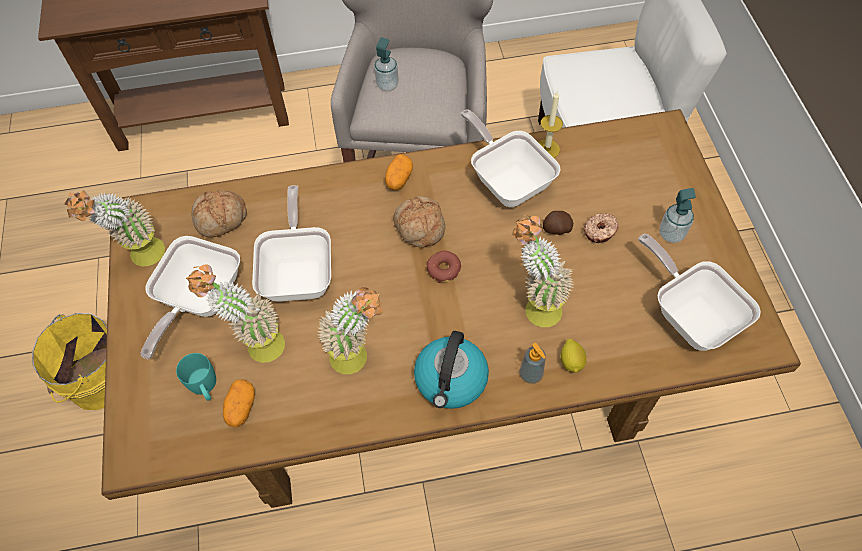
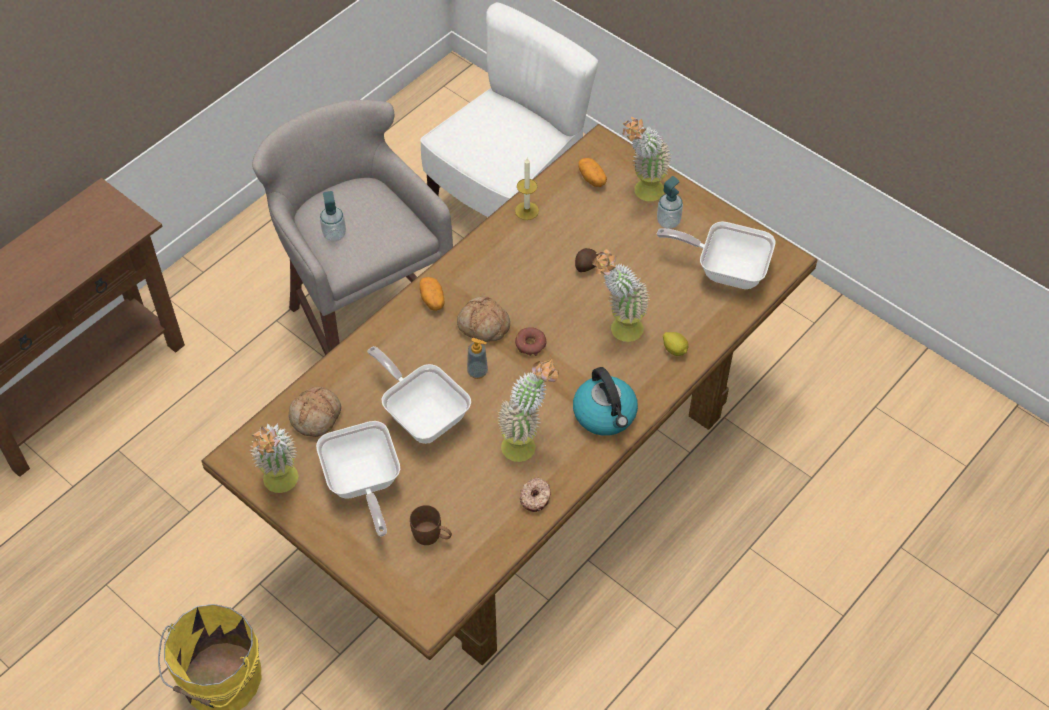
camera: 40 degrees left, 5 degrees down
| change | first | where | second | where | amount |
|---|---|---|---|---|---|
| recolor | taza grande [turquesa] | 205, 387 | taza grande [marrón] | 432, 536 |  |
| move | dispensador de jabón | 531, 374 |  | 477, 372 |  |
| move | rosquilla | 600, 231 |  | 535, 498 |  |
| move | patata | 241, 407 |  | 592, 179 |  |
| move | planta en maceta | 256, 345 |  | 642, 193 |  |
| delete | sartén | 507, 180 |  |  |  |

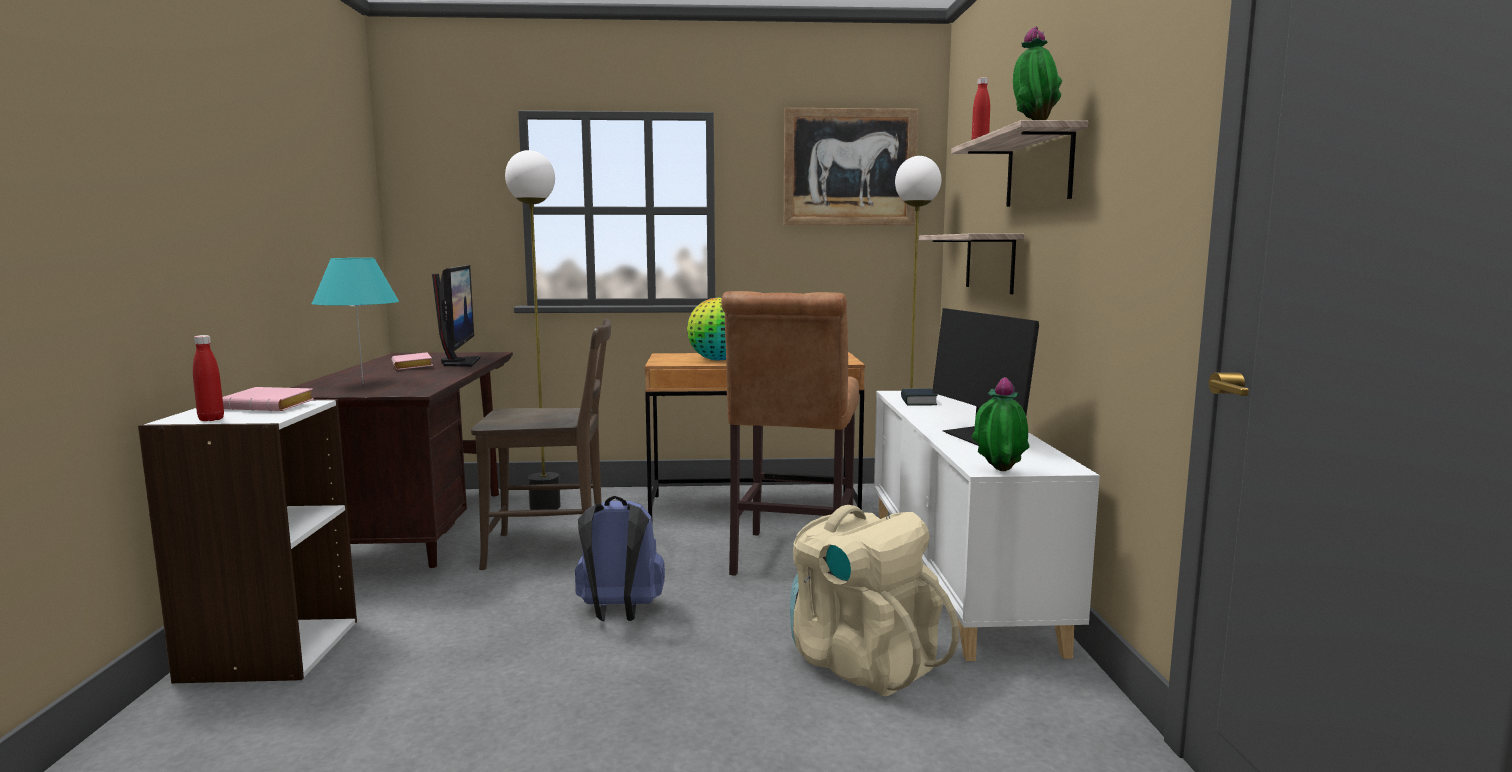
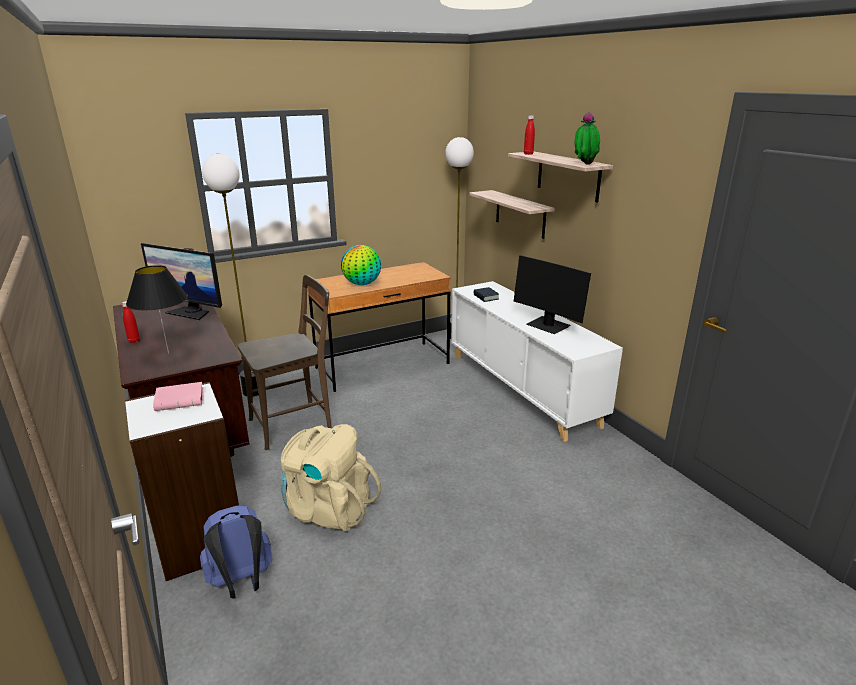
camera: 25 degrees left, 15 degrees up
| change | first | where | second | where | amount |
|---|---|---|---|---|---|
| move | botella [rojo] | 211, 419 |  | 134, 341 |  |
| recolor | lámpara de mesa [turquesa] | 362, 384 | lámpara de mesa [negro] | 168, 353 |  |
| rotate | monitor | 459, 362 |  | 190, 312 | 150 degrees clockwise |
| move | mochila [azul] | 619, 613 |  | 241, 582 |  |
| move | mochila [beis] | 861, 662 |  | 328, 509 |  |
| delete | libro [rosa] | 414, 366 |  |  |  |
| delete | taburete [marrón] | 791, 560 |  |  |  |
| delete | cuadro | 849, 167 |  |  |  |
| delete | planta en maceta | 998, 472 |  |  |  |

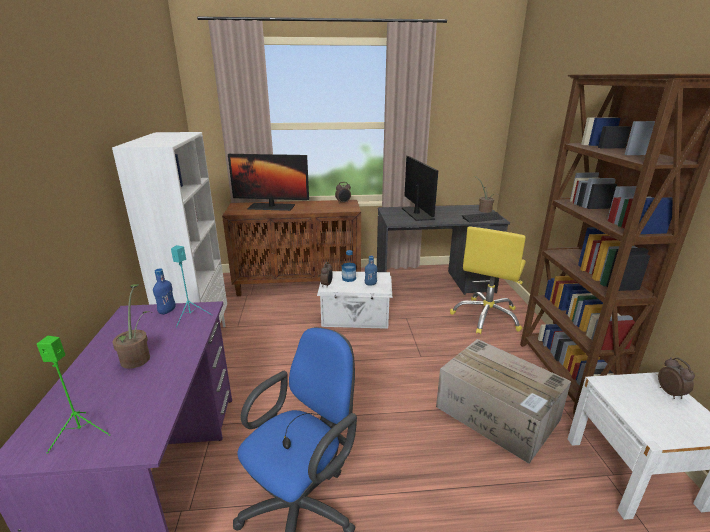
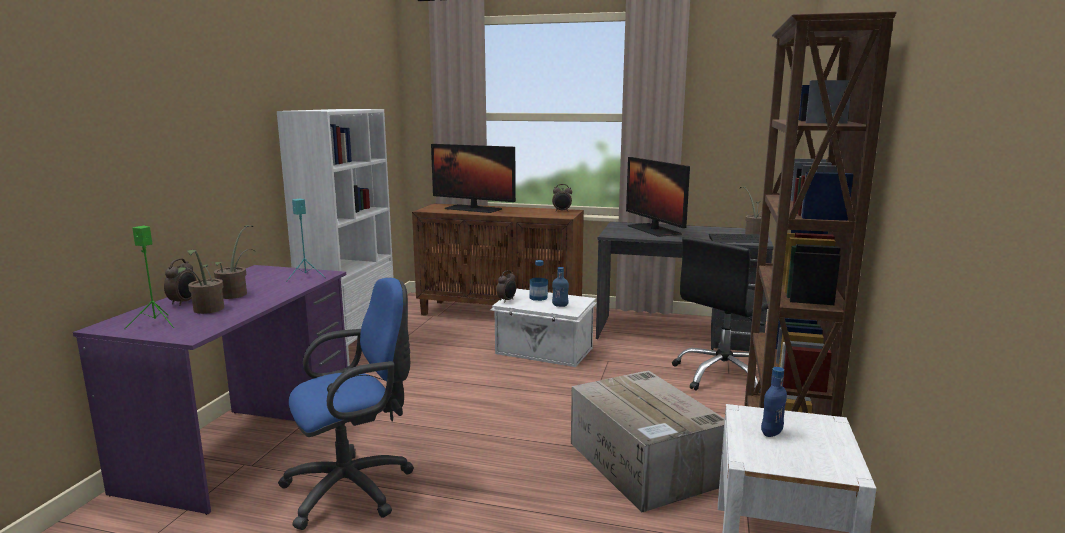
camera: 20 degrees right, 10 degrees down
| change | first | where | second | where | amount |
|---|---|---|---|---|---|
| move | despertador | 670, 393 |  | 184, 302 |  |
| insert |  |  | planta en maceta | 206, 310 |  |
| rotate | monitor | 417, 213 |  | 653, 230 | 150 degrees clockwise |
| recolor | silla de oficina [amarillo] | 486, 317 | silla de oficina [negro] | 723, 375 |  |
| move | botella [azul] | 167, 311 |  | 771, 433 |  |

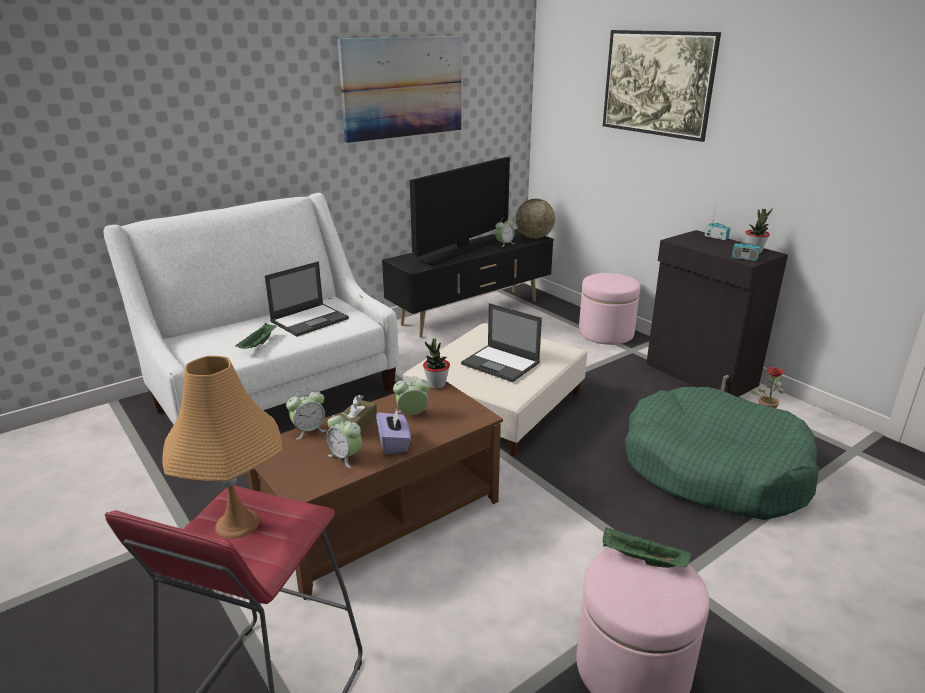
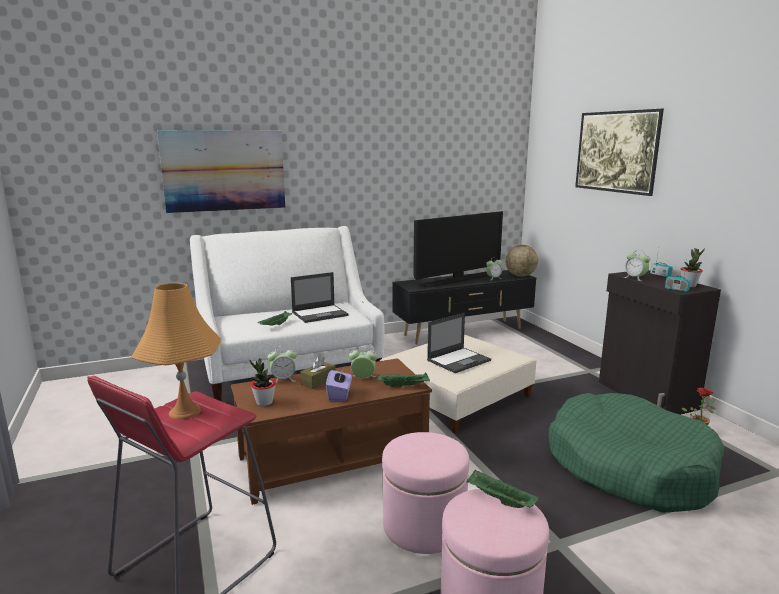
camera: 15 degrees right, 10 degrees down
| change | first | where | second | where | amount |
|---|---|---|---|---|---|
| move | cuadro | 402, 87 |  | 224, 170 |  |
| move | planta en maceta | 436, 385 |  | 264, 402 |  |
| insert |  |  | bandeja [verde] | 404, 386 |  |
| move | puf [rosa] | 606, 333 |  | 424, 525 |  |
| rotate | portátil | 501, 364 |  | 459, 360 | 90 degrees counterclockwise |
| move | despertador | 345, 457 |  | 635, 278 |  |

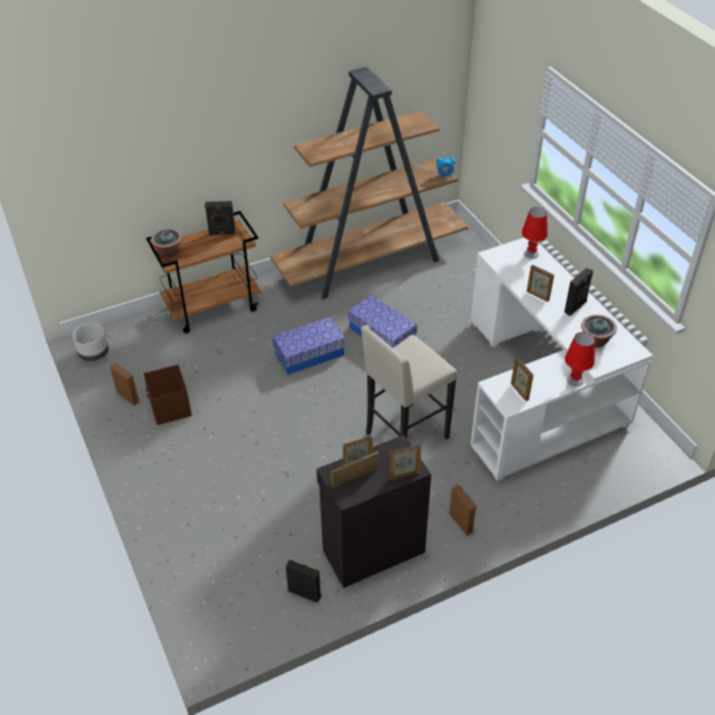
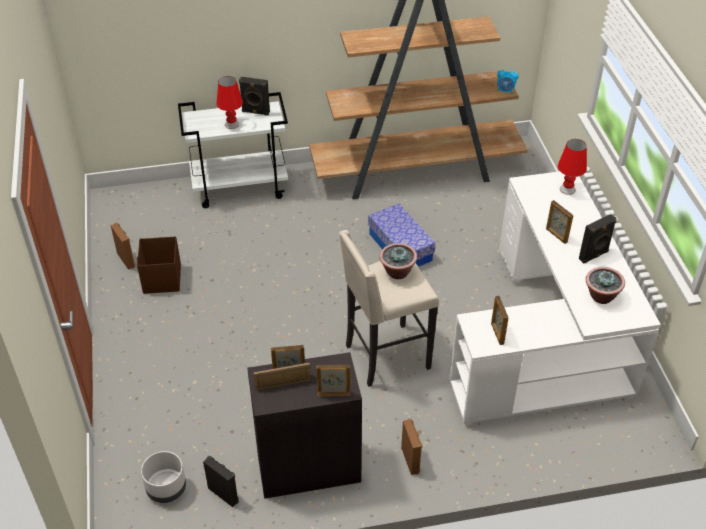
camera: 15 degrees right, 0 degrees up
| change | first | where | second | where | amount |
|---|---|---|---|---|---|
| move | maceta [gris] | 93, 354 |  | 166, 489 |  |
| recolor | carrito [marrón] | 213, 307 | carrito [blanco] | 240, 187 |  |
| move | lámpara de mesa [rojo] | 575, 380 |  | 232, 124 |  |
| move | planta en maceta | 168, 252 |  | 397, 272 |  |
| delete | caja de almacenaje | 309, 354 |  |  |  |

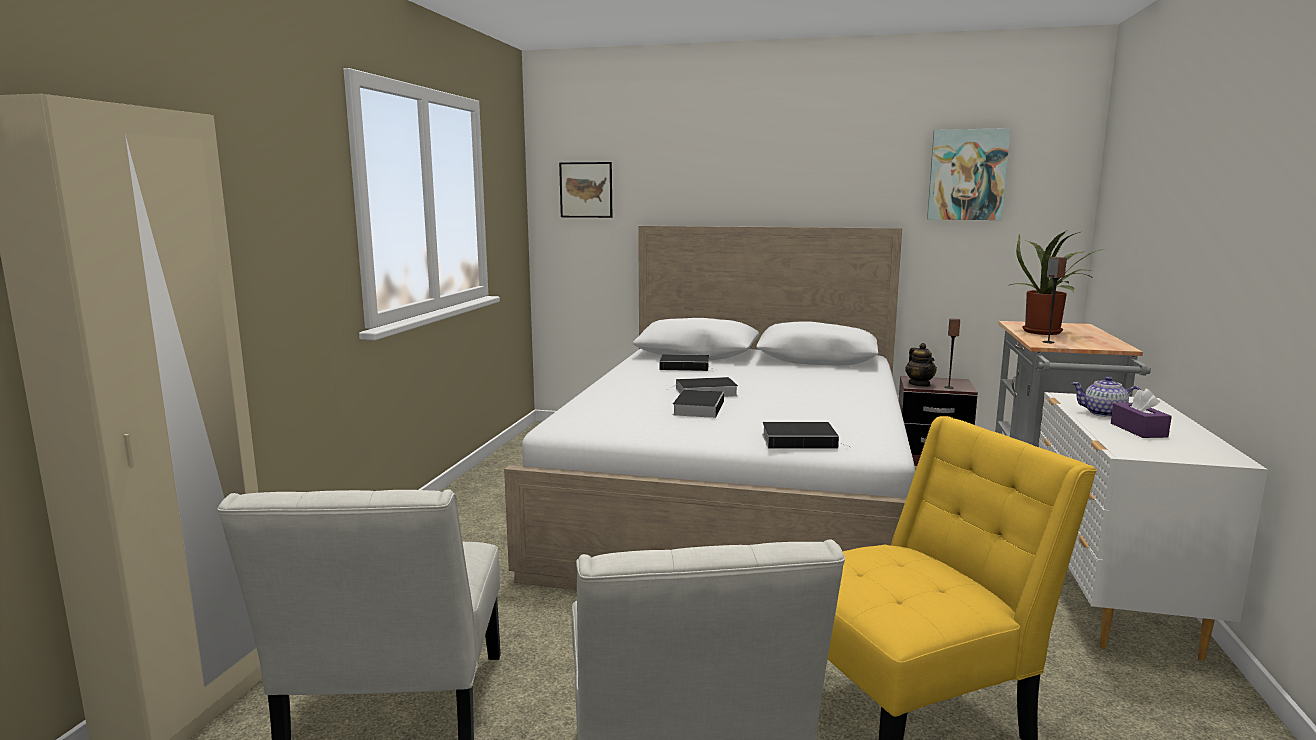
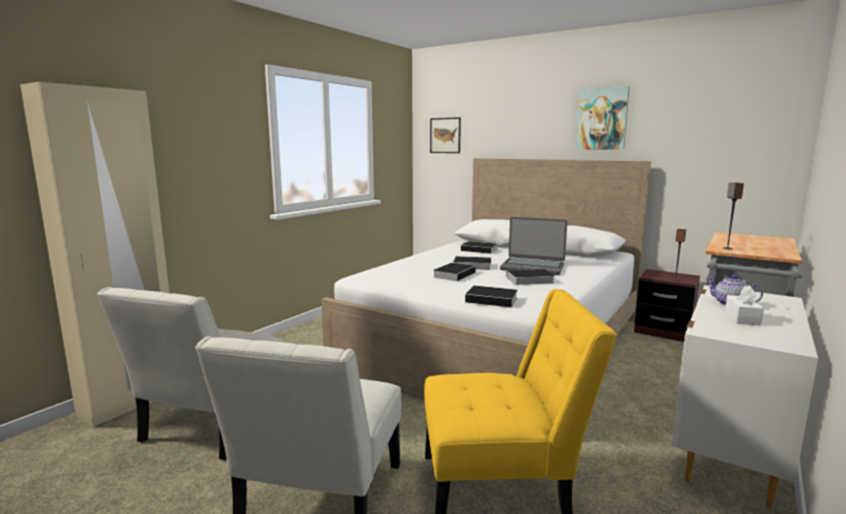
camera: 20 degrees right, 0 degrees up
| change | first | where | second | where | amount |
|---|---|---|---|---|---|
| insert |  |  | portátil | 532, 267 |  |
| insert |  |  | libro | 528, 280 |  |
| move | cuadro | 967, 175 |  | 601, 119 |  |
| recolor | caja de pañuelos [morado] | 1138, 430 | caja de pañuelos [blanco] | 742, 318 |  |
| delete | tetera | 919, 384 |  |  |  |
| delete | planta en maceta | 1046, 332 |  |  |  |

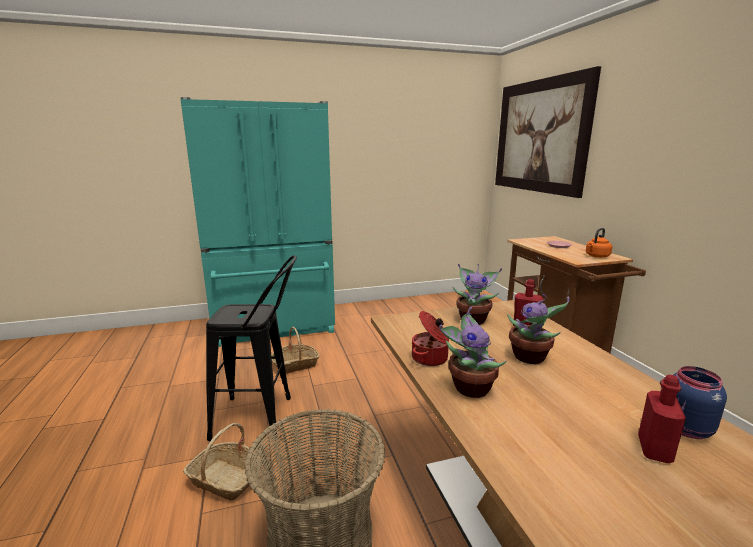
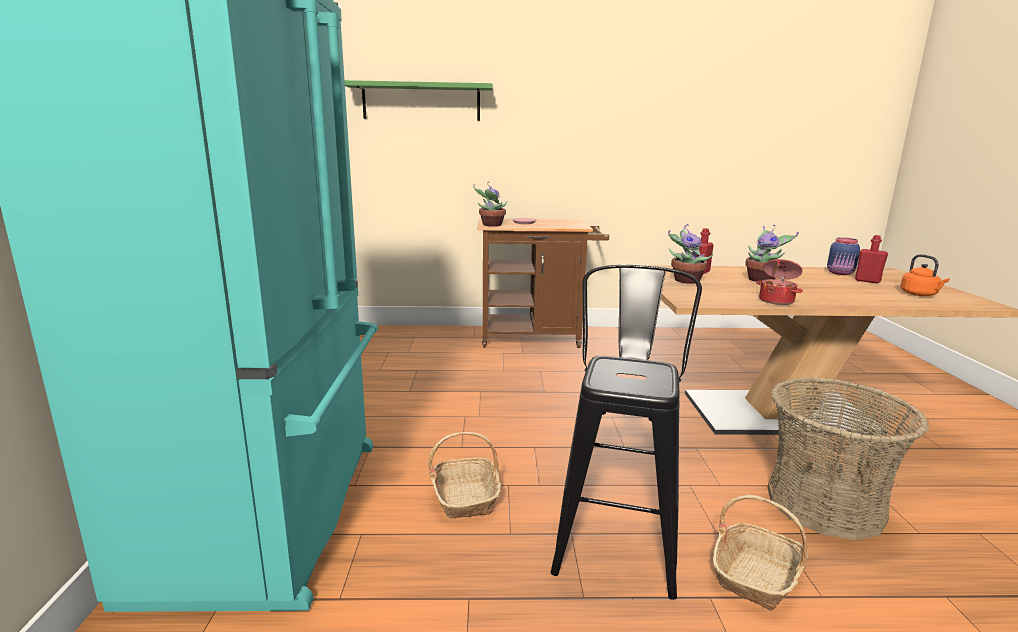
camera: 75 degrees left, 0 degrees up
| change | first | where | second | where | amount |
|---|---|---|---|---|---|
| replace | cuadro | 539, 136 | estante [verde] | 421, 102 |  |
| move | planta en maceta | 469, 387 |  | 491, 225 |  |
| move | hervidor [naranja] | 596, 256 |  | 920, 294 |  |

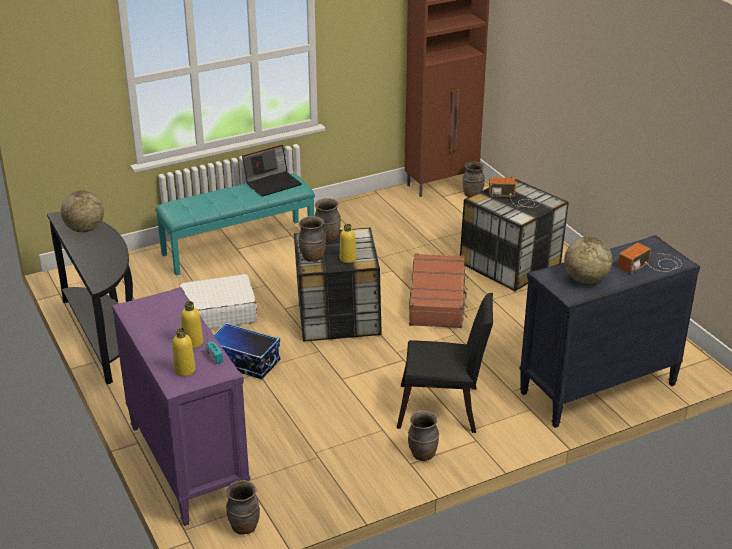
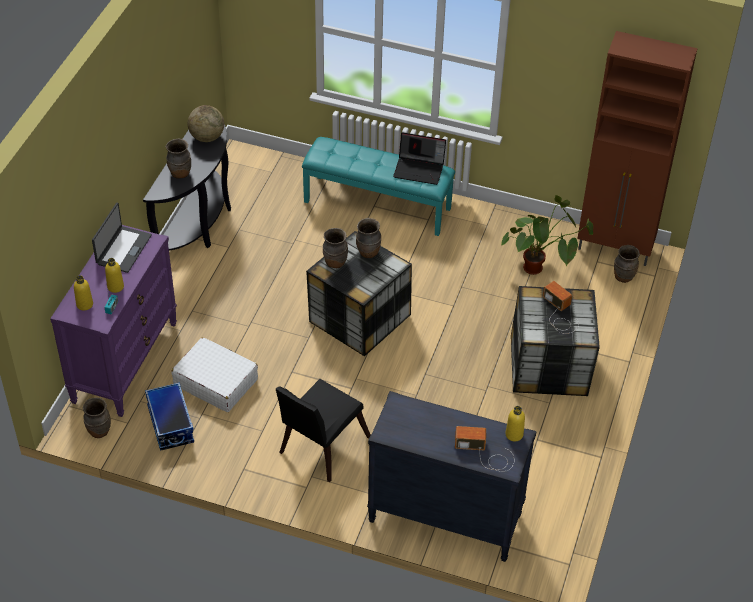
camera: 45 degrees right, 15 degrees up
| change | first | where | second | where | amount |
|---|---|---|---|---|---|
| insert |  |  | portátil | 123, 249 |  |
| move | caja de almacenaje | 243, 362 |  | 170, 424 |  |
| move | florero [marrón] | 422, 455 |  | 180, 173 |  |
| move | maleta [blanco] | 218, 313 |  | 215, 382 |  |
| rotate | silla [negro] | 444, 410 |  | 320, 448 | 75 degrees clockwise |
| insert |  |  | planta en maceta | 541, 266 |  |
| move | botella [amarillo] | 348, 259 |  | 514, 434 |  |
| delete | maleta [marrón] | 438, 300 |  |  |  |
| delete | globo terráqueo | 585, 279 |  |  |  |

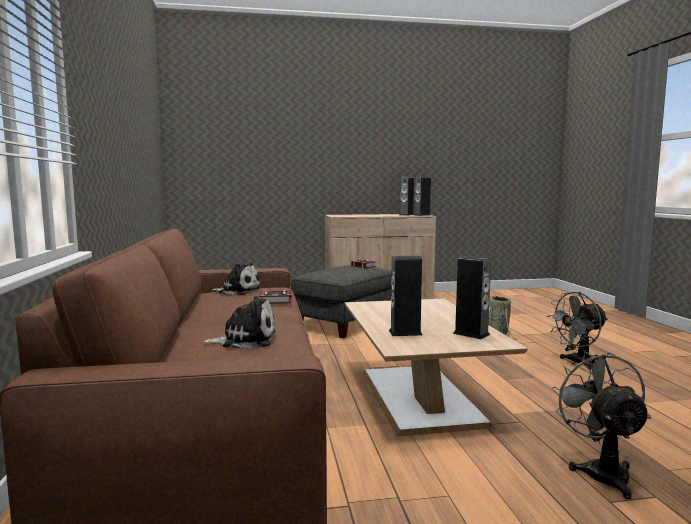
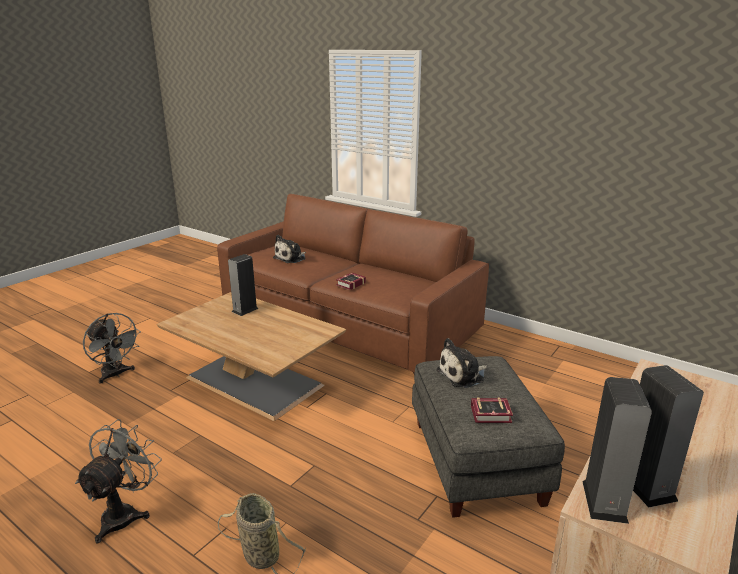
camera: 135 degrees right, 15 degrees up
| change | first | where | second | where | amount |
|---|---|---|---|---|---|
| move | peluche | 238, 291 |  | 463, 375 |  |
| delete | altavoz | 471, 334 |  |  |  |

